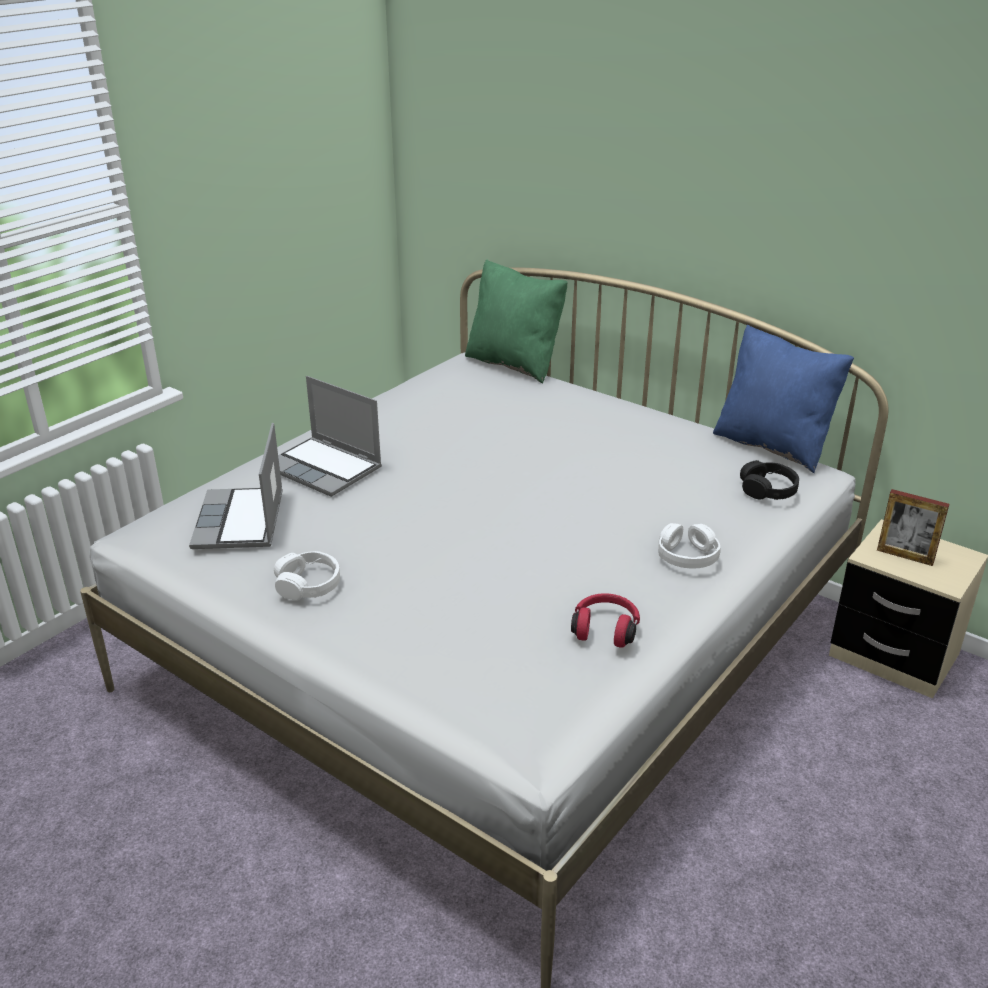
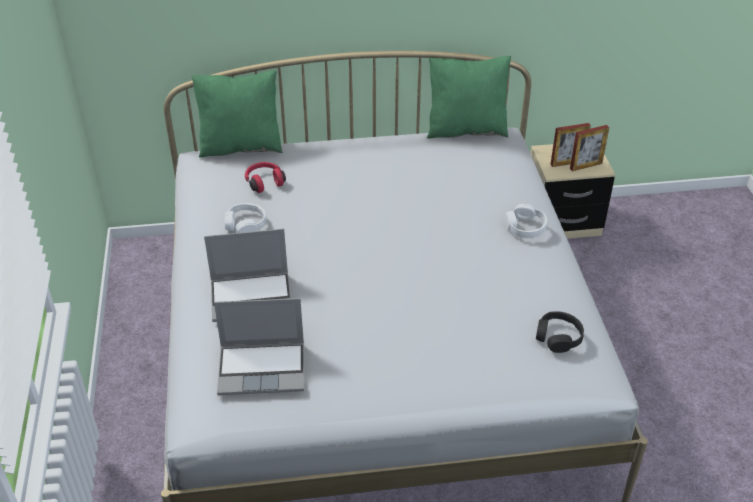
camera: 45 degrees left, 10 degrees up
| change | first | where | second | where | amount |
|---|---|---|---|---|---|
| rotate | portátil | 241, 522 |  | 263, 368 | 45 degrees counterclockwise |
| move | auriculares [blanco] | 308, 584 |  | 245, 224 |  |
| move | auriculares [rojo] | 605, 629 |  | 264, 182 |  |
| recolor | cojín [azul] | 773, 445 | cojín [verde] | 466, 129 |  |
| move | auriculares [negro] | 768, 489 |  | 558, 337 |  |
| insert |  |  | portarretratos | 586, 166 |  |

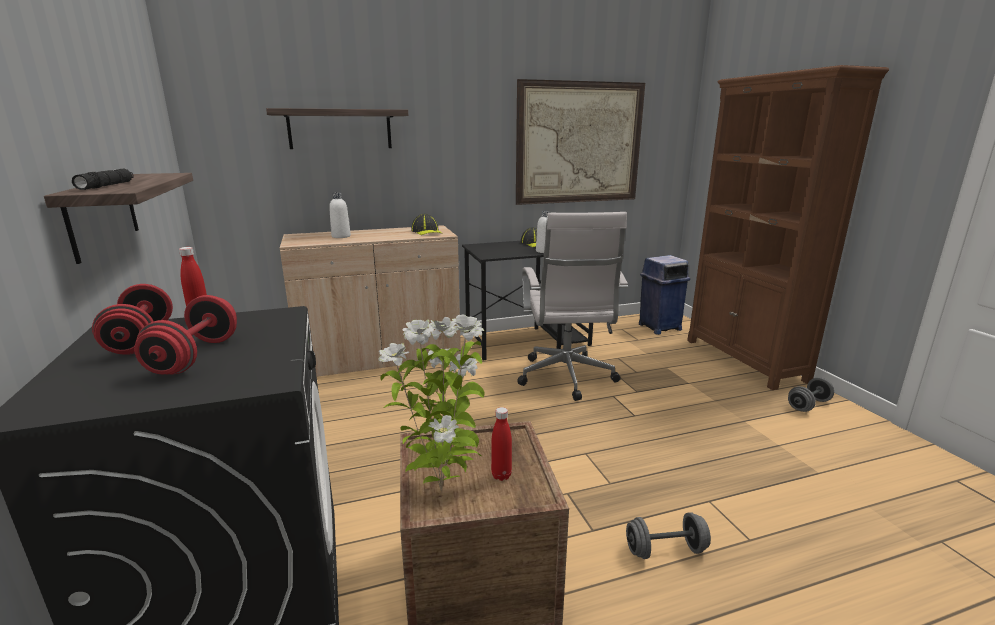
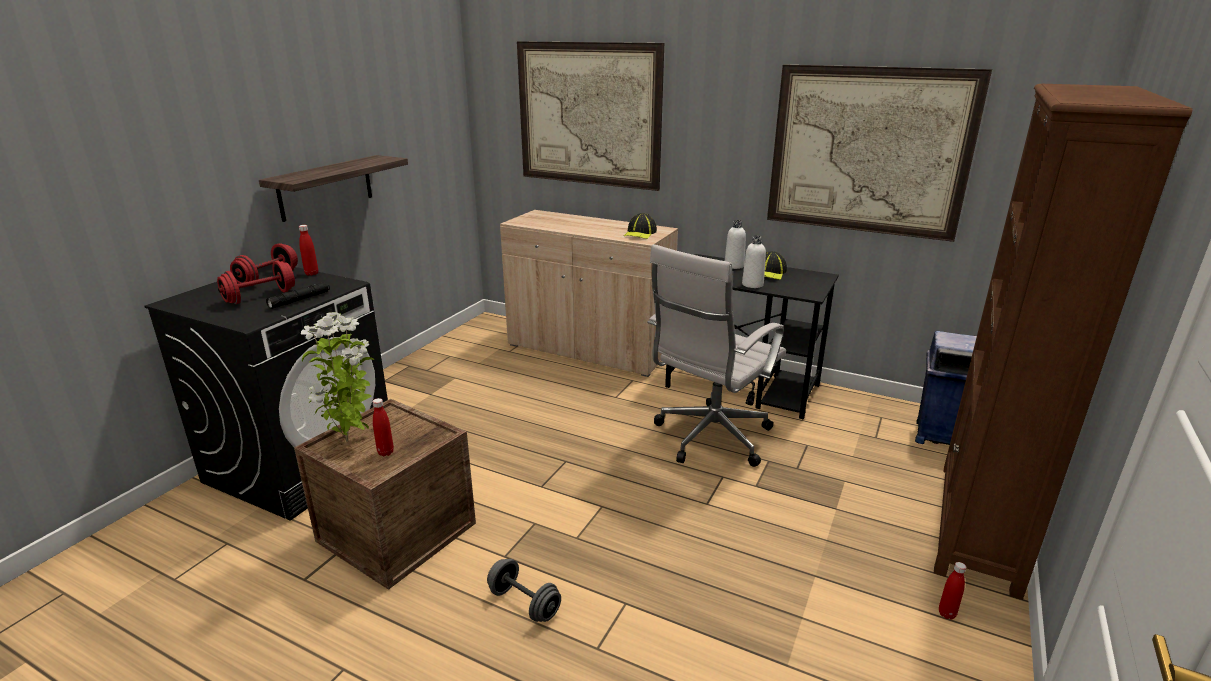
camera: 45 degrees right, 5 degrees up
| change | first | where | second | where | amount |
|---|---|---|---|---|---|
| move | linterna [negro] | 106, 186 |  | 300, 300 |  |
| replace | estante | 340, 129 | cuadro | 588, 115 |  |
| move | botella [blanco] | 341, 236 |  | 734, 266 |  |
| replace | mancuerna [gris] | 808, 405 | botella [rojo] | 946, 614 |  |

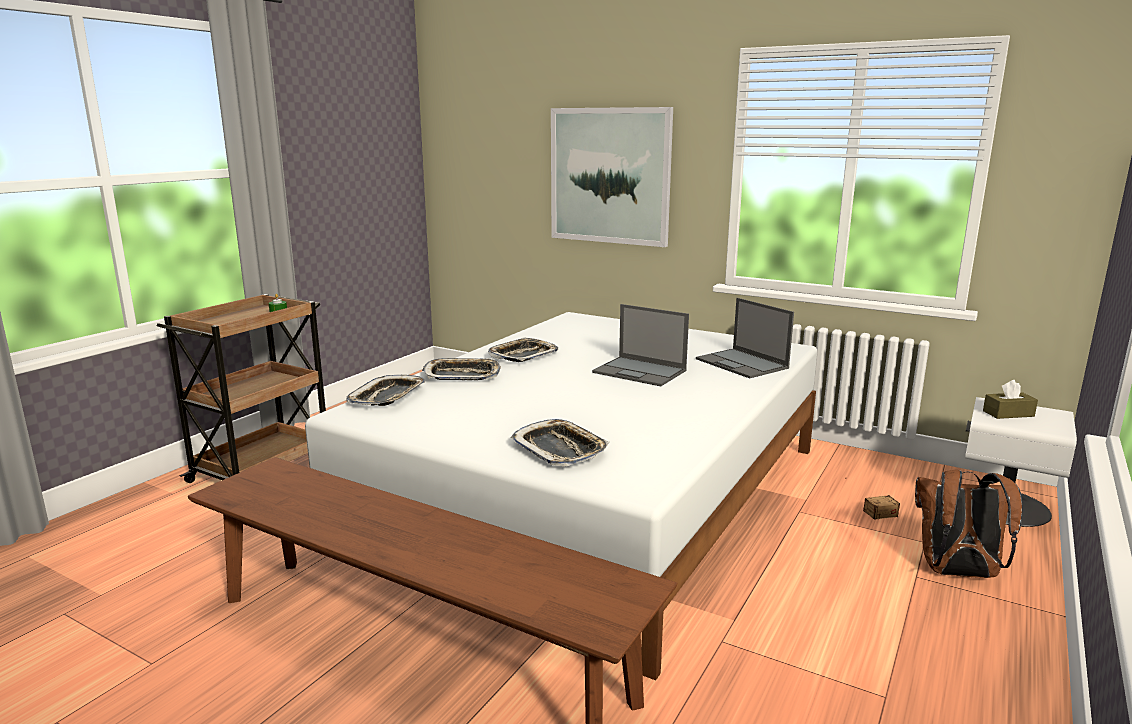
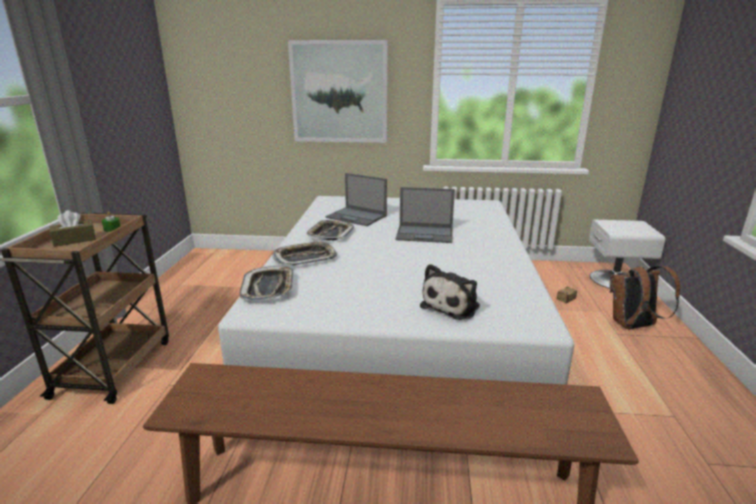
camera: 25 degrees left, 5 degrees up
| change | first | where | second | where | amount |
|---|---|---|---|---|---|
| move | caja de pañuelos [marrón] | 1008, 413 |  | 75, 240 |  |
| move | portátil | 742, 364 |  | 357, 217 |  |
| replace | bandeja | 560, 449 | peluche | 452, 305 |  |

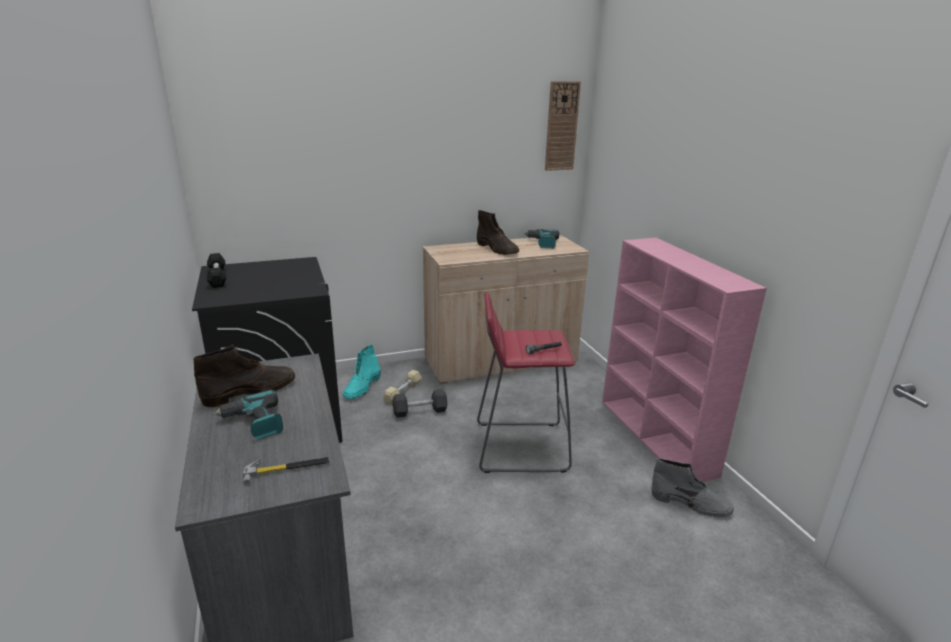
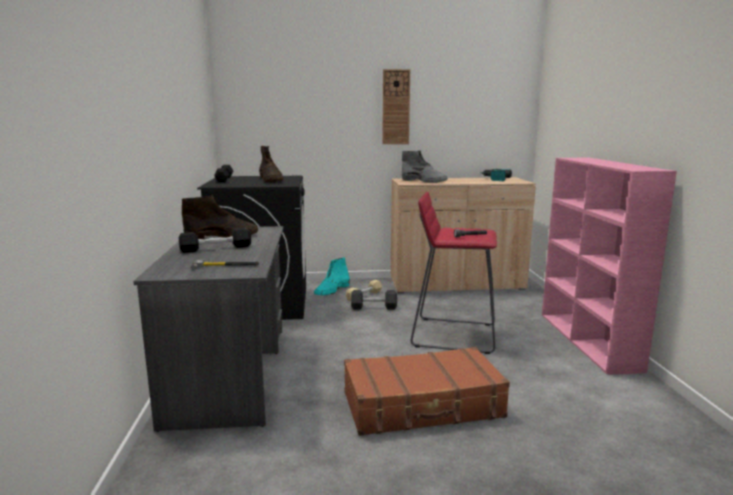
camera: 15 degrees right, 10 degrees down
| change | first | where | second | where | amount |
|---|---|---|---|---|---|
| replace | taladro | 254, 423 | mancuerna [negro] | 216, 248 |  |
| move | bota [marrón] | 497, 249 |  | 271, 180 |  |
| insert |  |  | maleta [marrón] | 423, 406 |  |
| move | reloj de pared | 561, 126 |  | 396, 107 |  |
| move | bota [gris] | 691, 503 |  | 424, 181 |  |

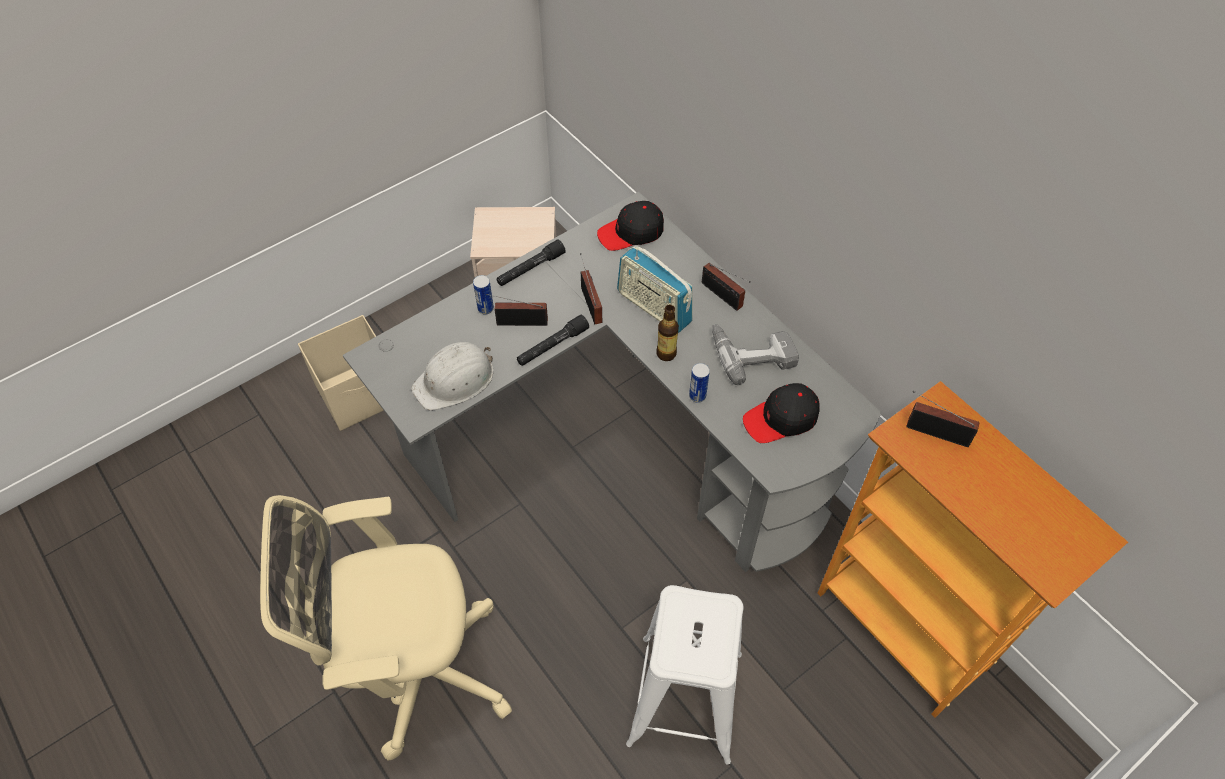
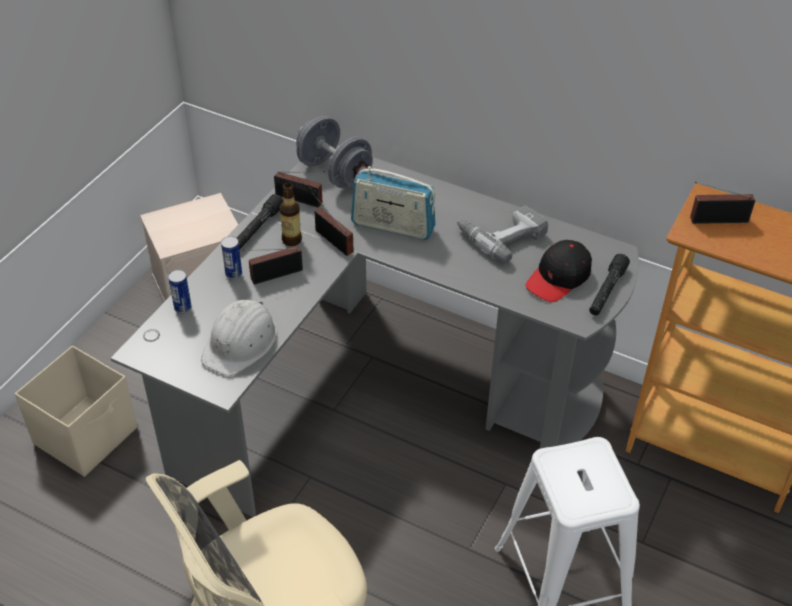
camera: 25 degrees left, 10 degrees down
| change | first | where | second | where | amount |
|---|---|---|---|---|---|
| move | lata | 697, 396 |  | 183, 308 |  |
| move | radio | 723, 297 |  | 301, 200 |  |
| move | botella | 666, 353 |  | 292, 240 |  |
| replace | gorra [negro] | 631, 232 | mancuerna [gris] | 335, 173 |  |
| move | linterna [negro] | 552, 346 |  | 607, 291 |  |

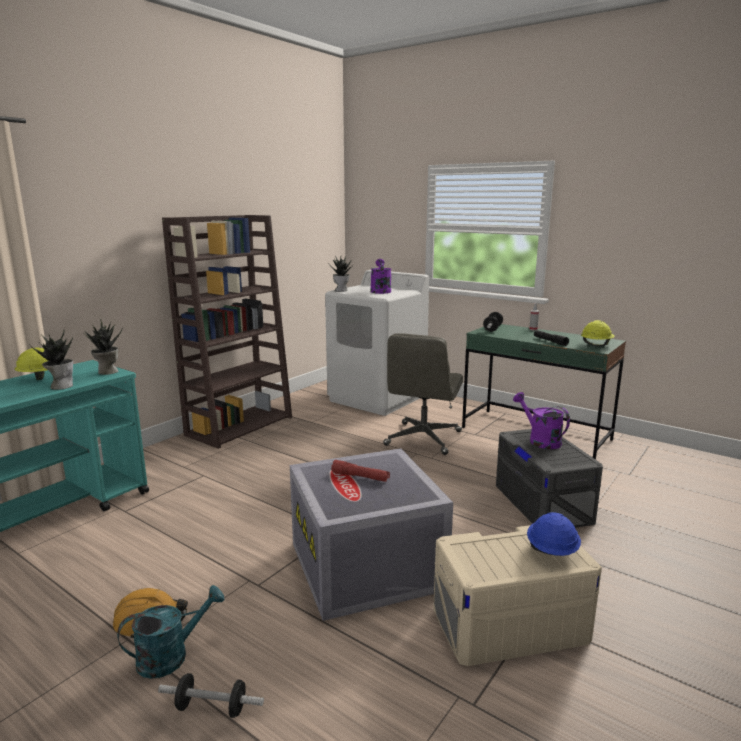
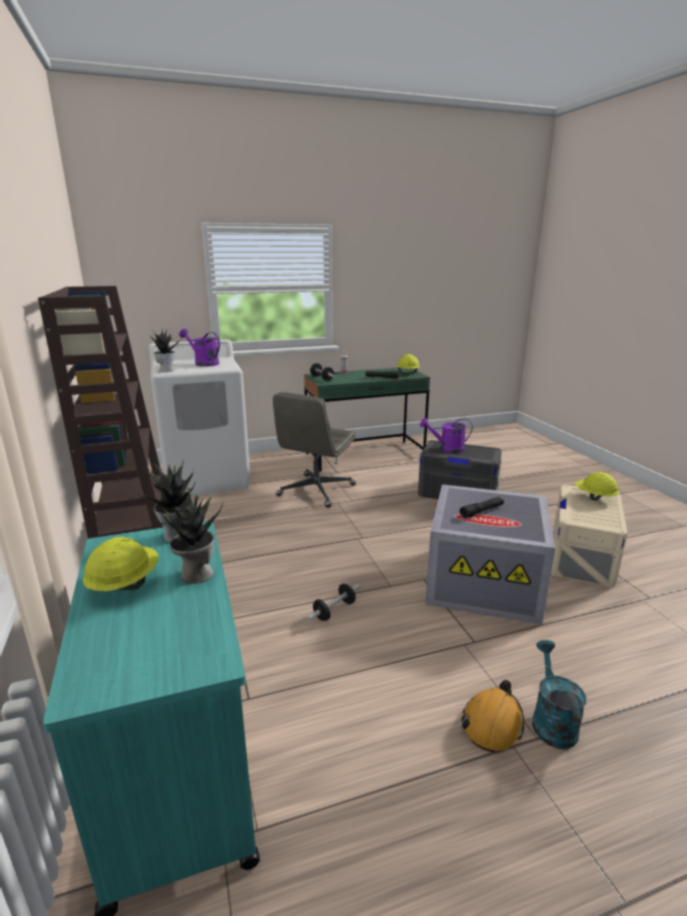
camera: 55 degrees left, 5 degrees up
| change | first | where | second | where | amount |
|---|---|---|---|---|---|
| rotate | silla de oficina [gris] | 423, 439 |  | 316, 491 | 60 degrees clockwise |
| move | mancuerna | 212, 708 |  | 334, 610 |  |
| recolor | linterna [rojo] | 360, 477 | linterna [negro] | 481, 511 |  |
| recolor | casco [azul] | 551, 551 | casco [amarillo] | 594, 497 |  |

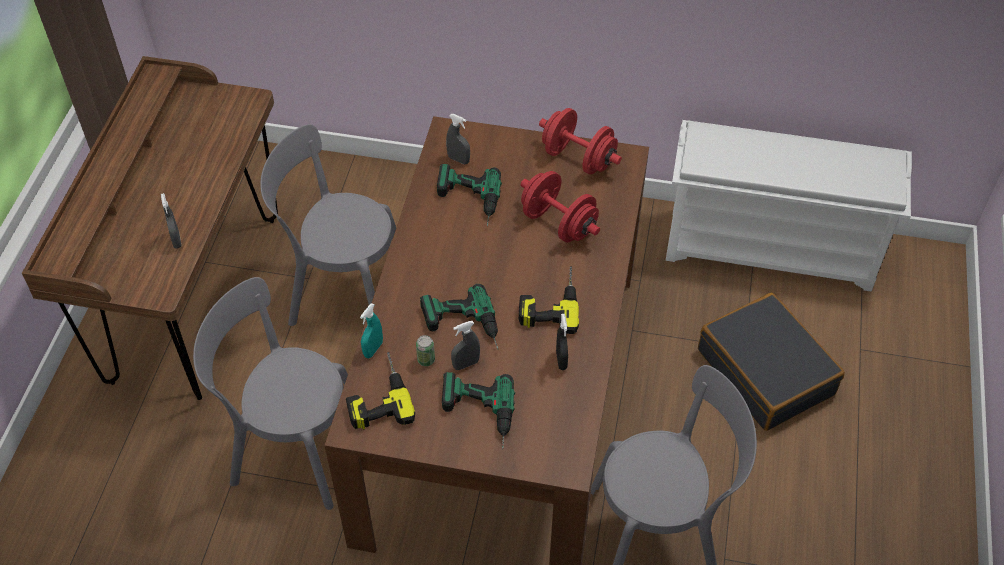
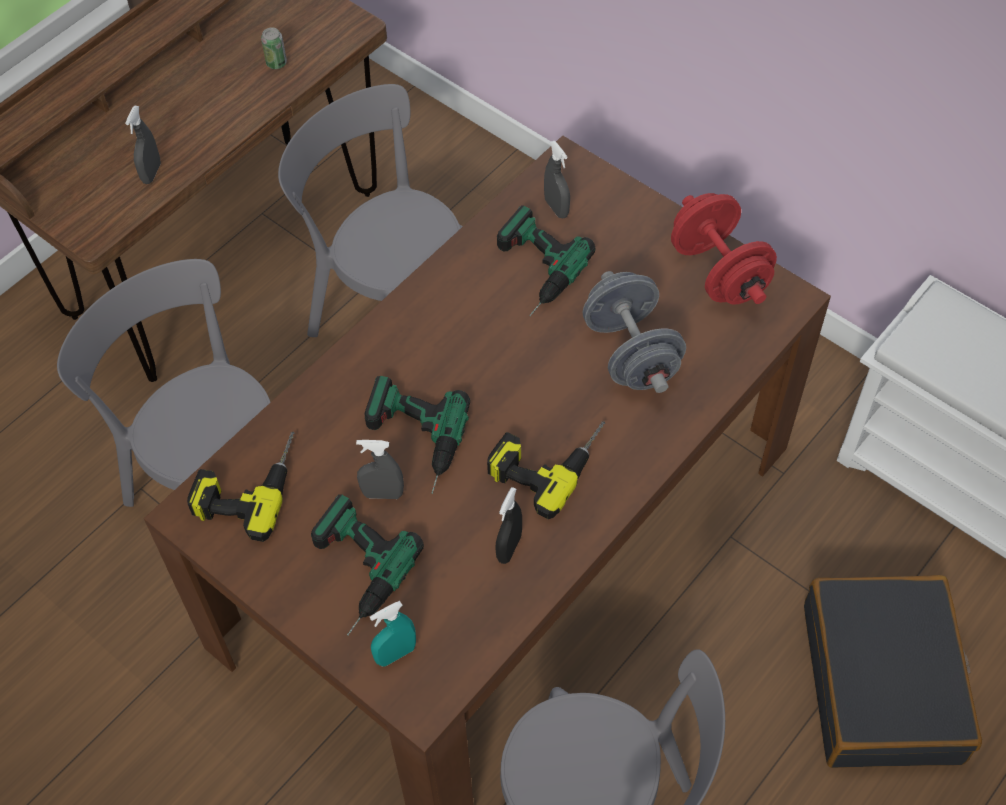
camera: 30 degrees right, 5 degrees up
| change | first | where | second | where | amount |
|---|---|---|---|---|---|
| move | lata | 426, 360 |  | 276, 63 |  |
| move | pulverizador [turquesa] | 373, 349 |  | 395, 654 |  |
| recolor | mancuerna [rojo] | 558, 223 | mancuerna [gris] | 631, 353 |  |

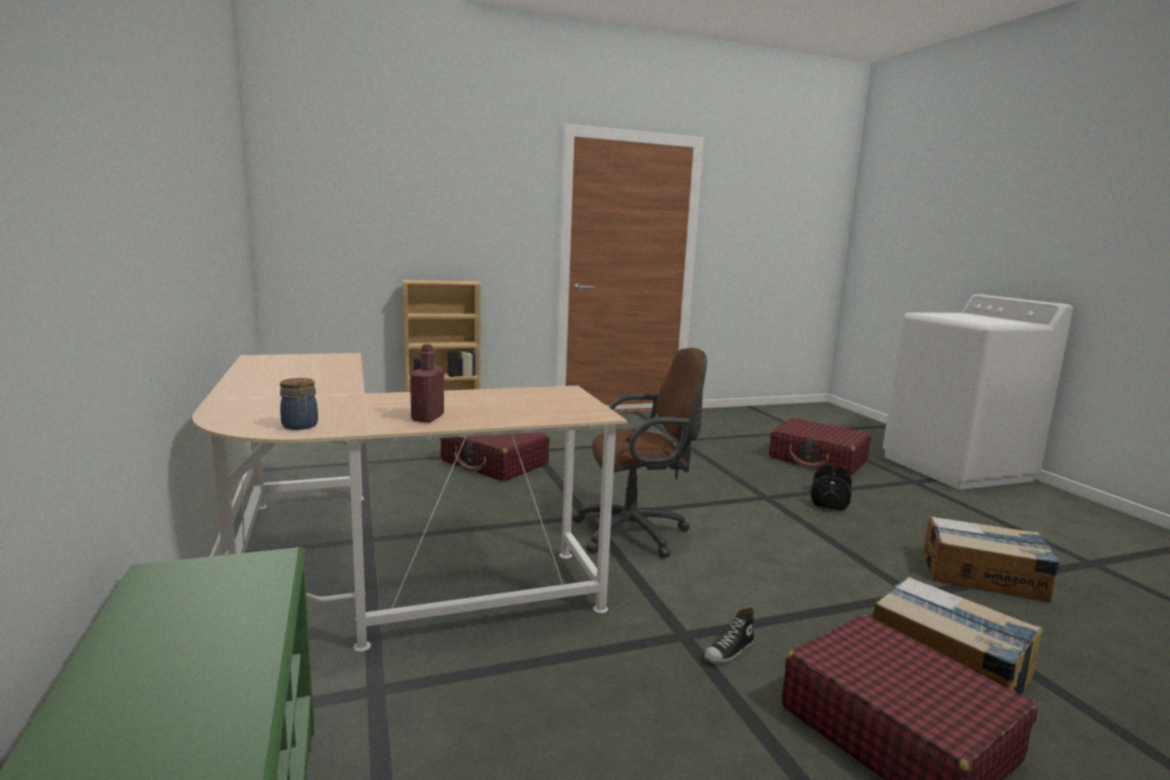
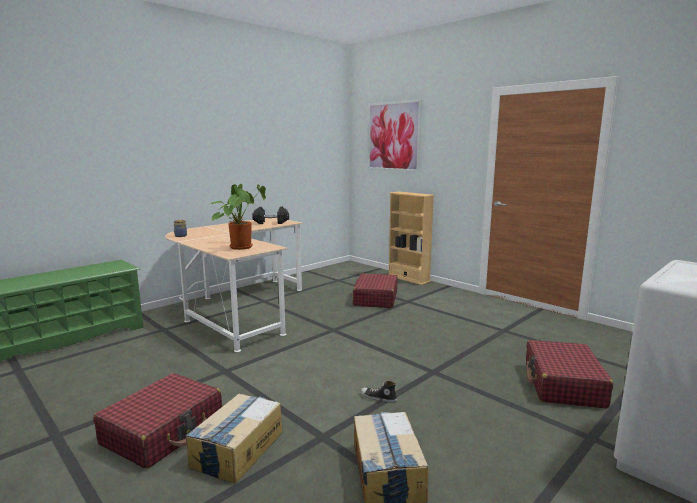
camera: 65 degrees right, 0 degrees up
| change | first | where | second | where | amount |
|---|---|---|---|---|---|
| insert |  |  | planta en maceta | 241, 246 |  |
| move | mancuerna [negro] | 829, 500 |  | 271, 222 |  |
| move | zapato | 729, 652 |  | 378, 398 |  |
| insert |  |  | cuadro | 393, 136 |  |
| delete | botella [rojo] | 427, 418 |  |  |  |
| delete | silla de oficina [marrón] | 637, 533 |  |  |  |

